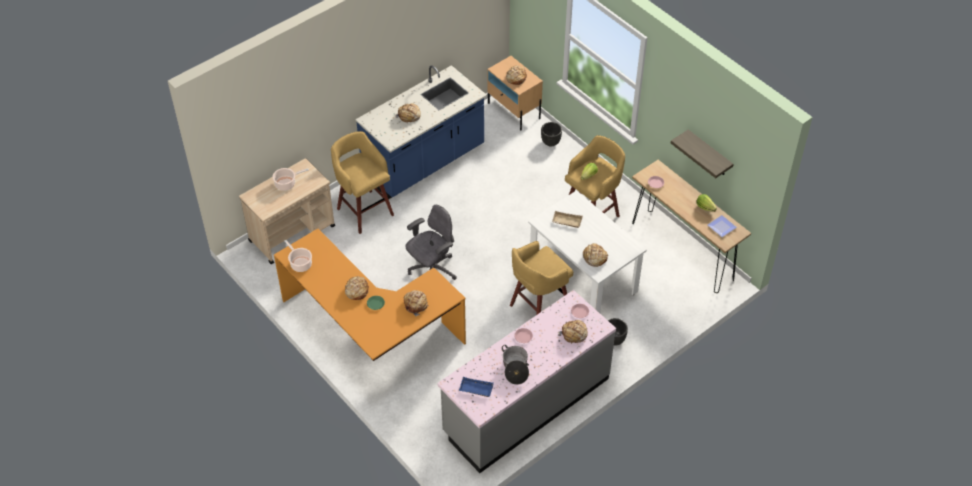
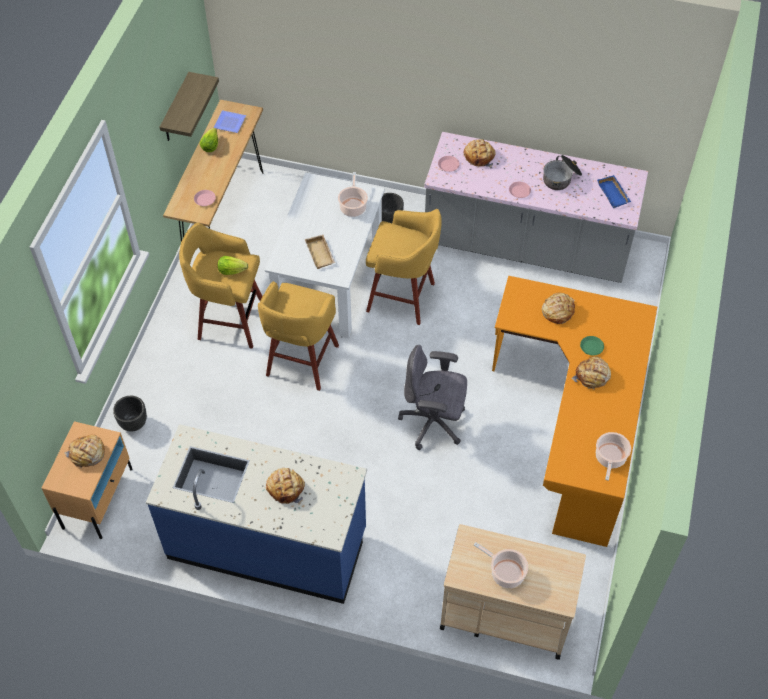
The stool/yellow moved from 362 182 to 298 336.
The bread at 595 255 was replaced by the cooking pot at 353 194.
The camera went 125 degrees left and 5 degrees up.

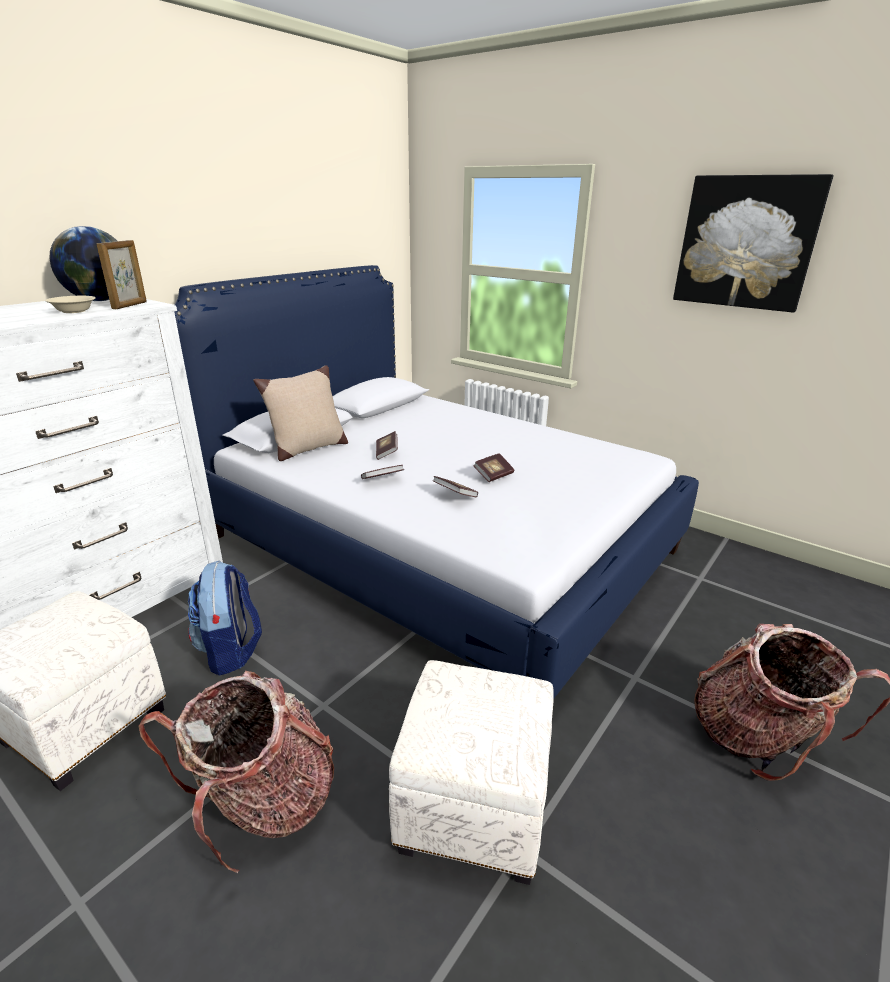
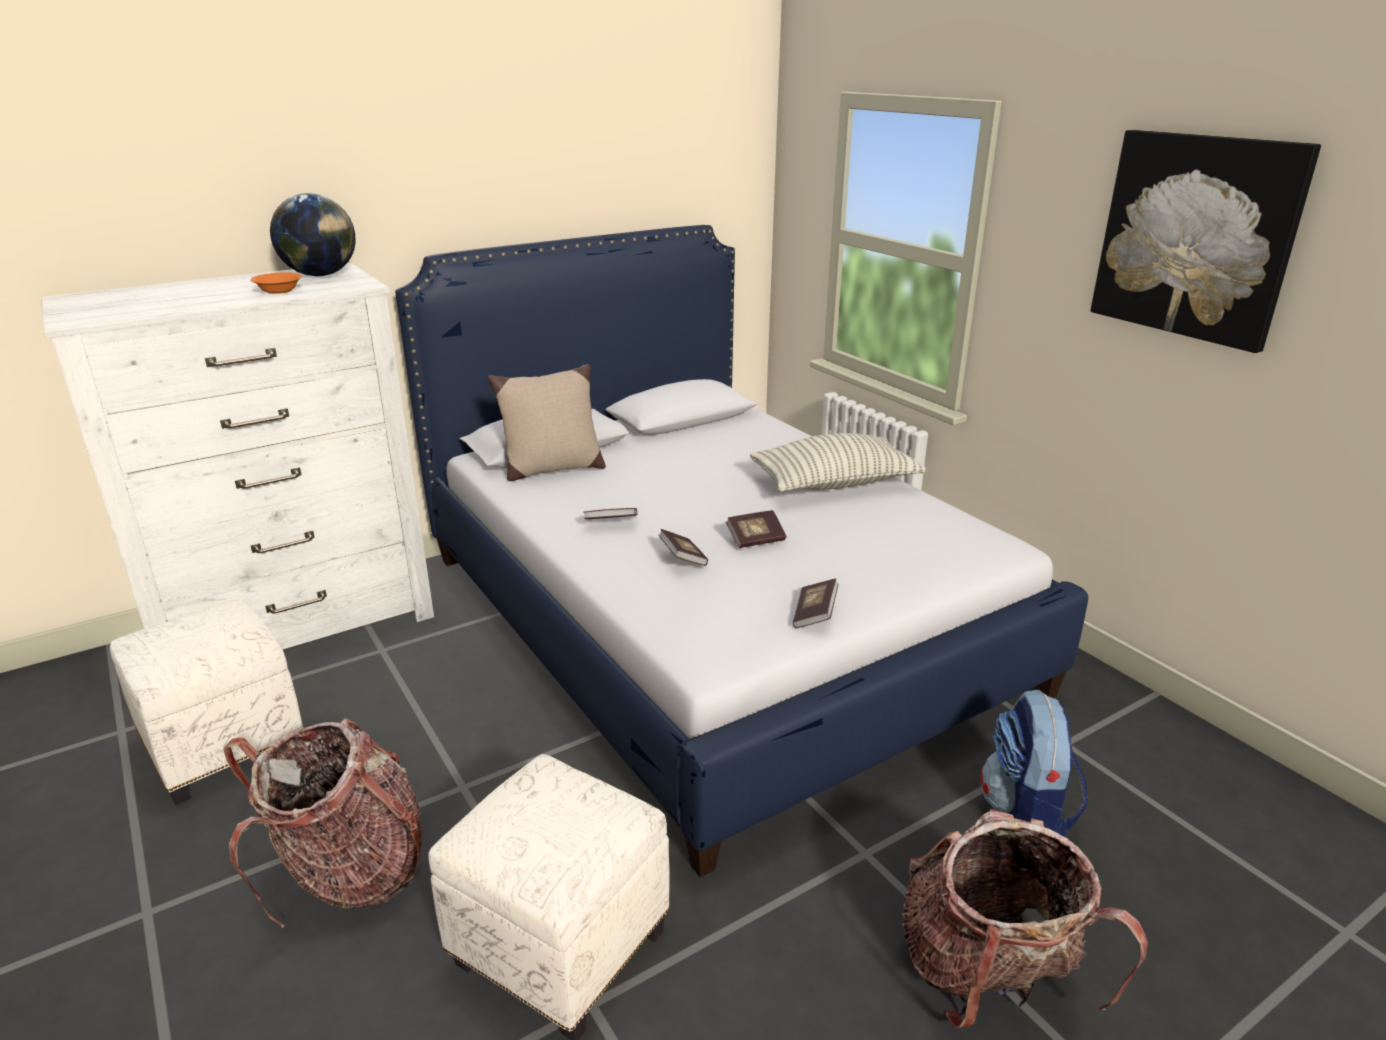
The bowl/beige at 70 304 became the bowl/orange at 276 283.
The picture frame at 122 274 disappeared.
The backpack moved from 225 618 to 1034 762.
The book moved from 387 445 to 816 603.
The pillow at 837 462 appeared.
The camera went 20 degrees right and 0 degrees up.

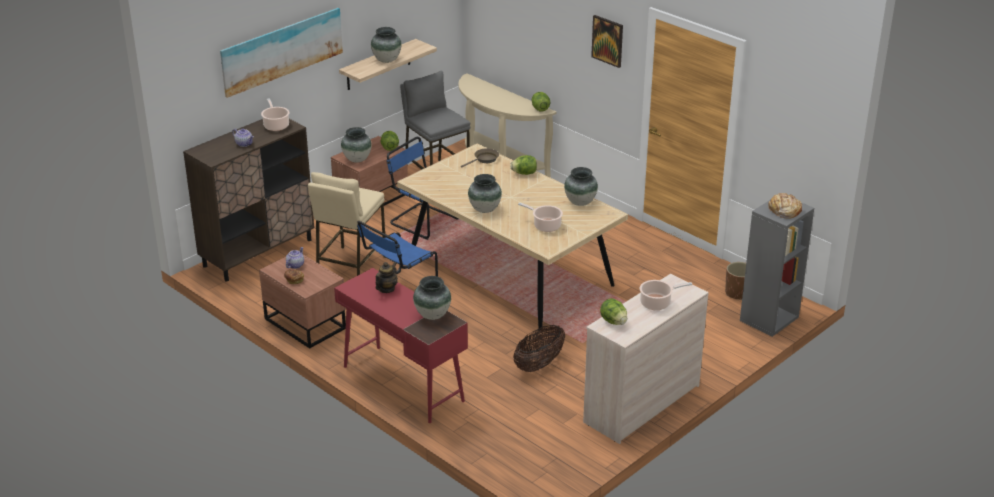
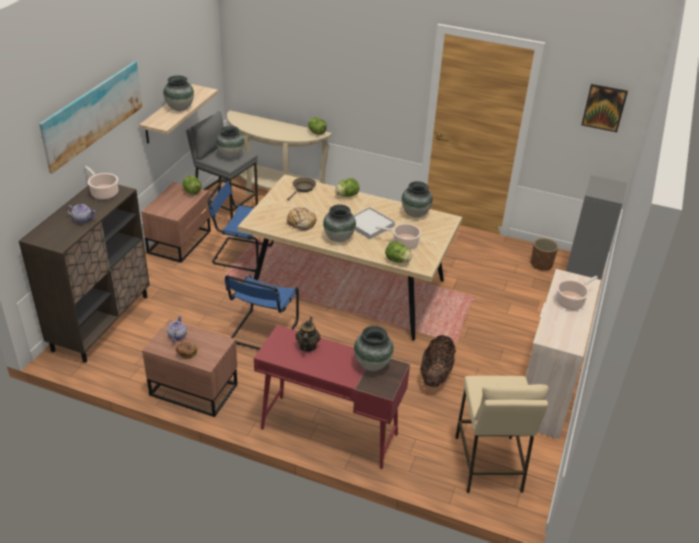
The stool/beige moved from 347 224 to 502 434.
The vase moved from 356 145 to 230 142.
The picture moved from 607 41 to 604 108.
The lettuce moved from 613 311 to 398 252.
The bread moved from 785 206 to 301 219.
The tray/white at 374 223 appeared.
The camera went 25 degrees left and 5 degrees up.

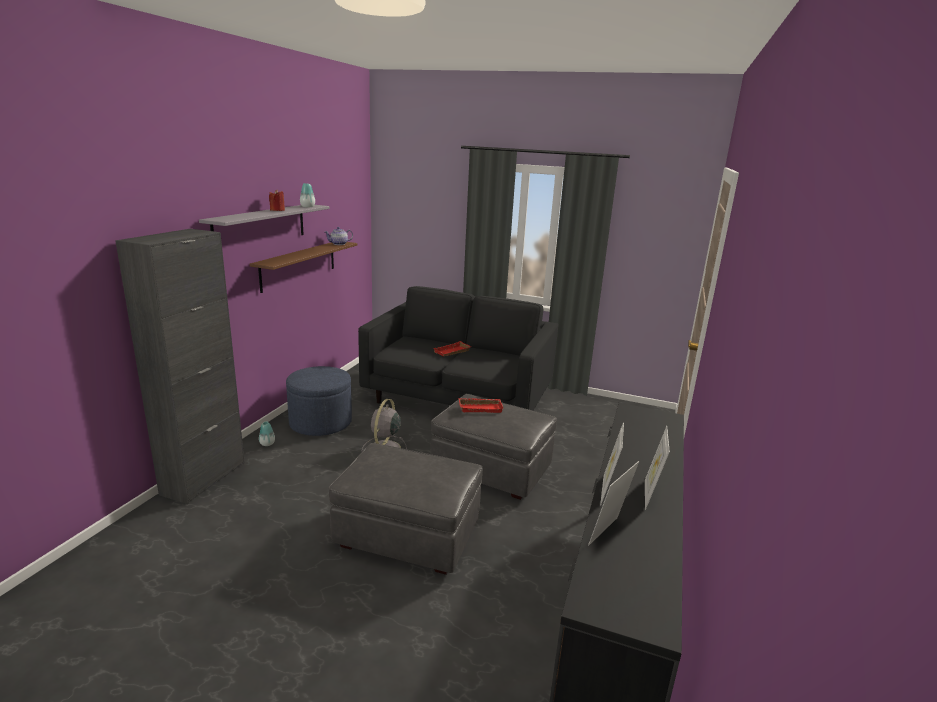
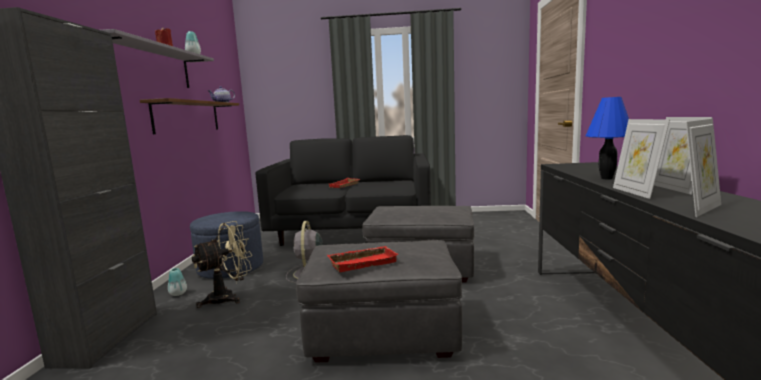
The tray/red moved from 480 405 to 363 259.
The picture frame at 613 503 turned 150 degrees counterclockwise.
The fan/beige at 222 264 appeared.
The table lamp/blue at 607 138 appeared.
The camera went 15 degrees left and 10 degrees down.

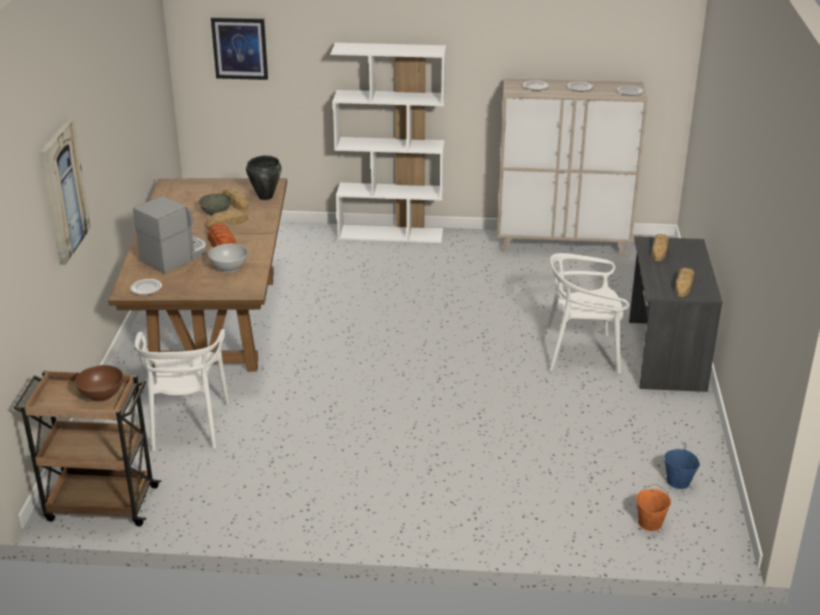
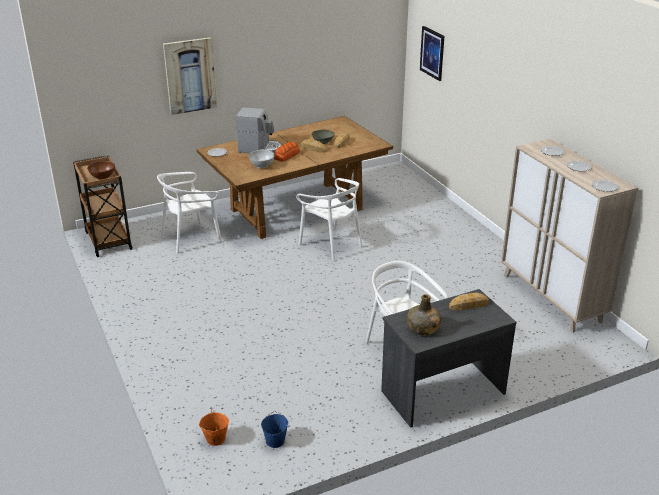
The cooking pot/black at 264 177 disappeared.
The bookcase/white at 388 143 disappeared.
The bread at 684 282 was replaced by the bottle/green at 424 315.
The chair/white at 329 219 appeared.
The camera went 60 degrees right and 0 degrees up.

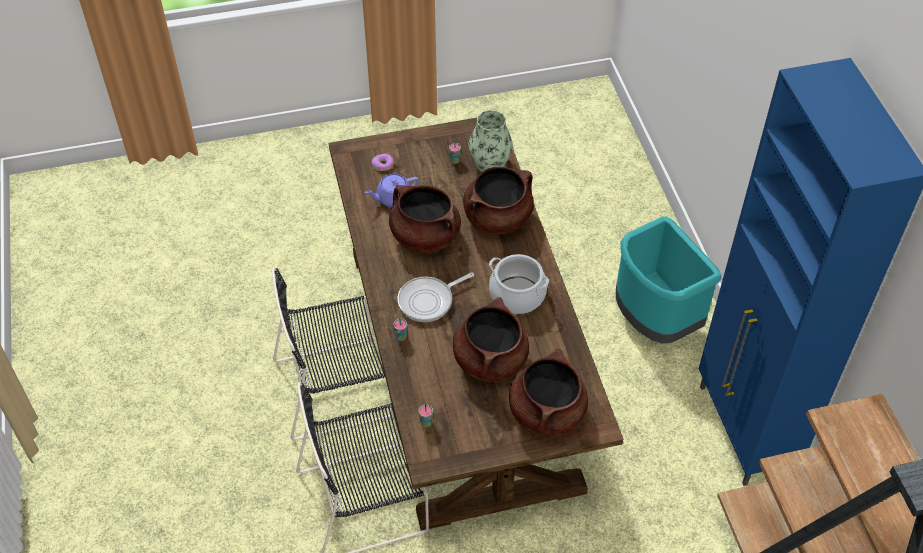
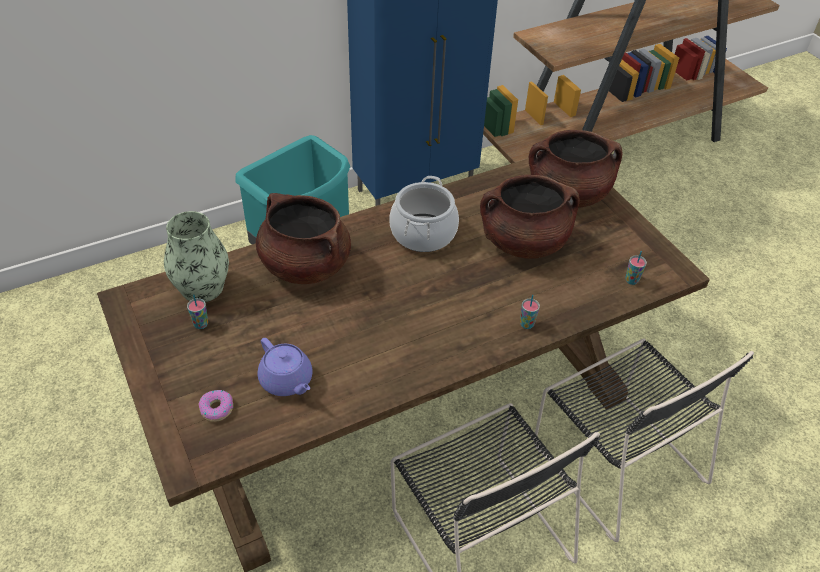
The cooking pot/brown at 425 219 disappeared.
The frying pan at 436 297 disappeared.
The camera went 105 degrees left and 5 degrees down.

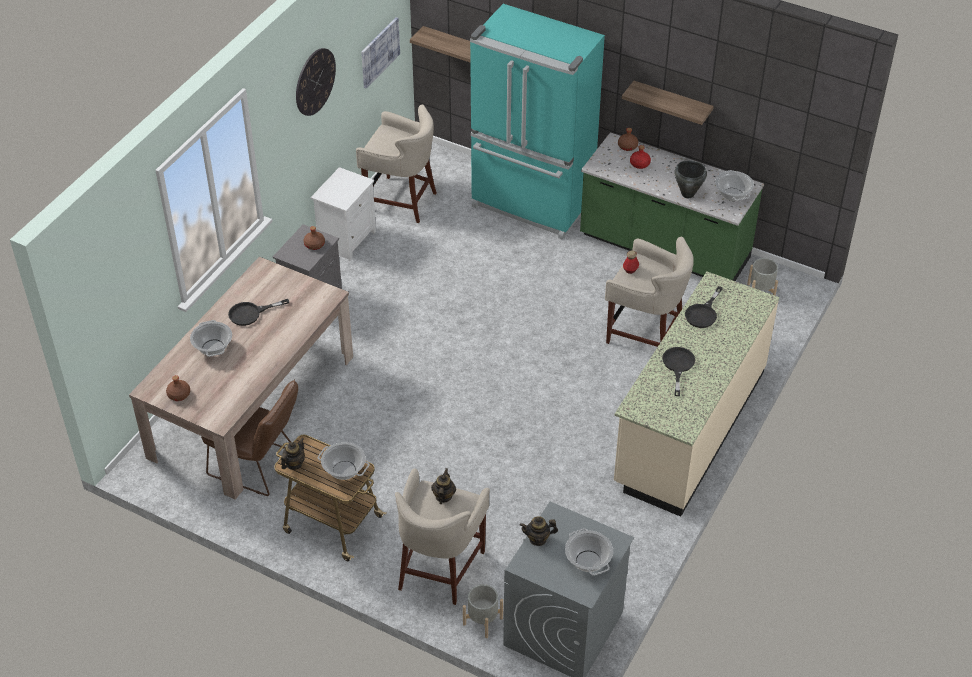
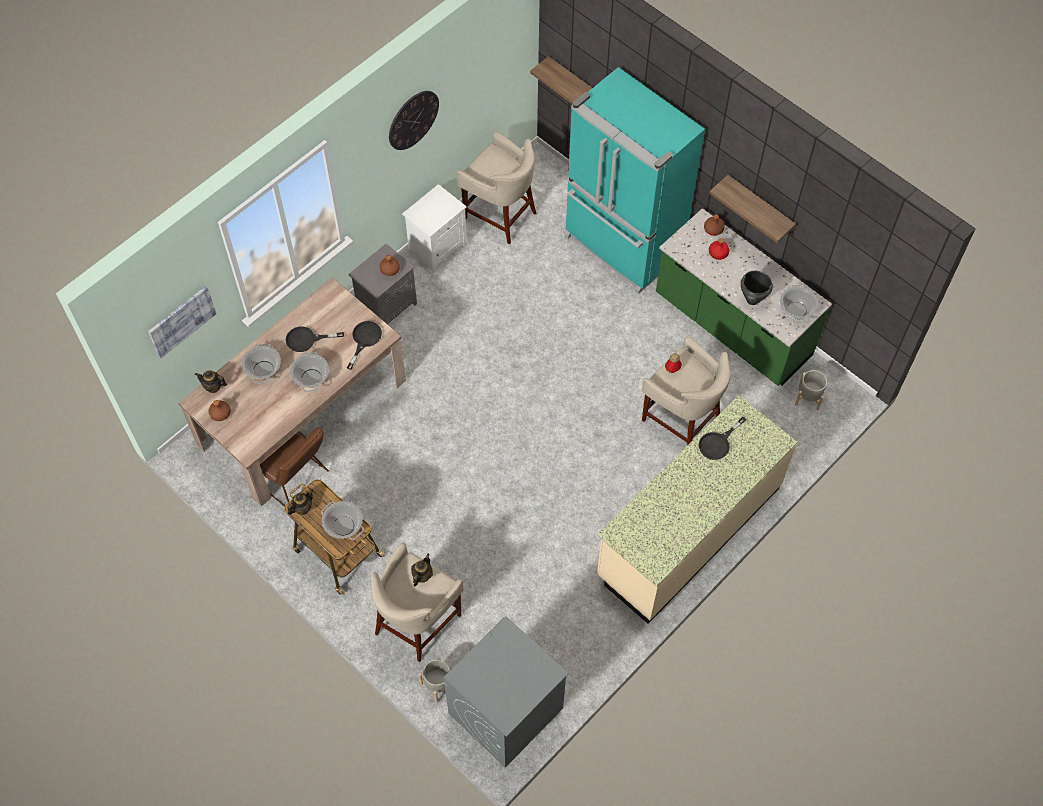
The picture moved from 380 53 to 182 322.
The teapot moved from 539 531 to 211 381.
The cooking pot moved from 589 551 to 309 372.
The frying pan/black moved from 678 371 to 364 345.
The camera went 15 degrees right and 15 degrees up.

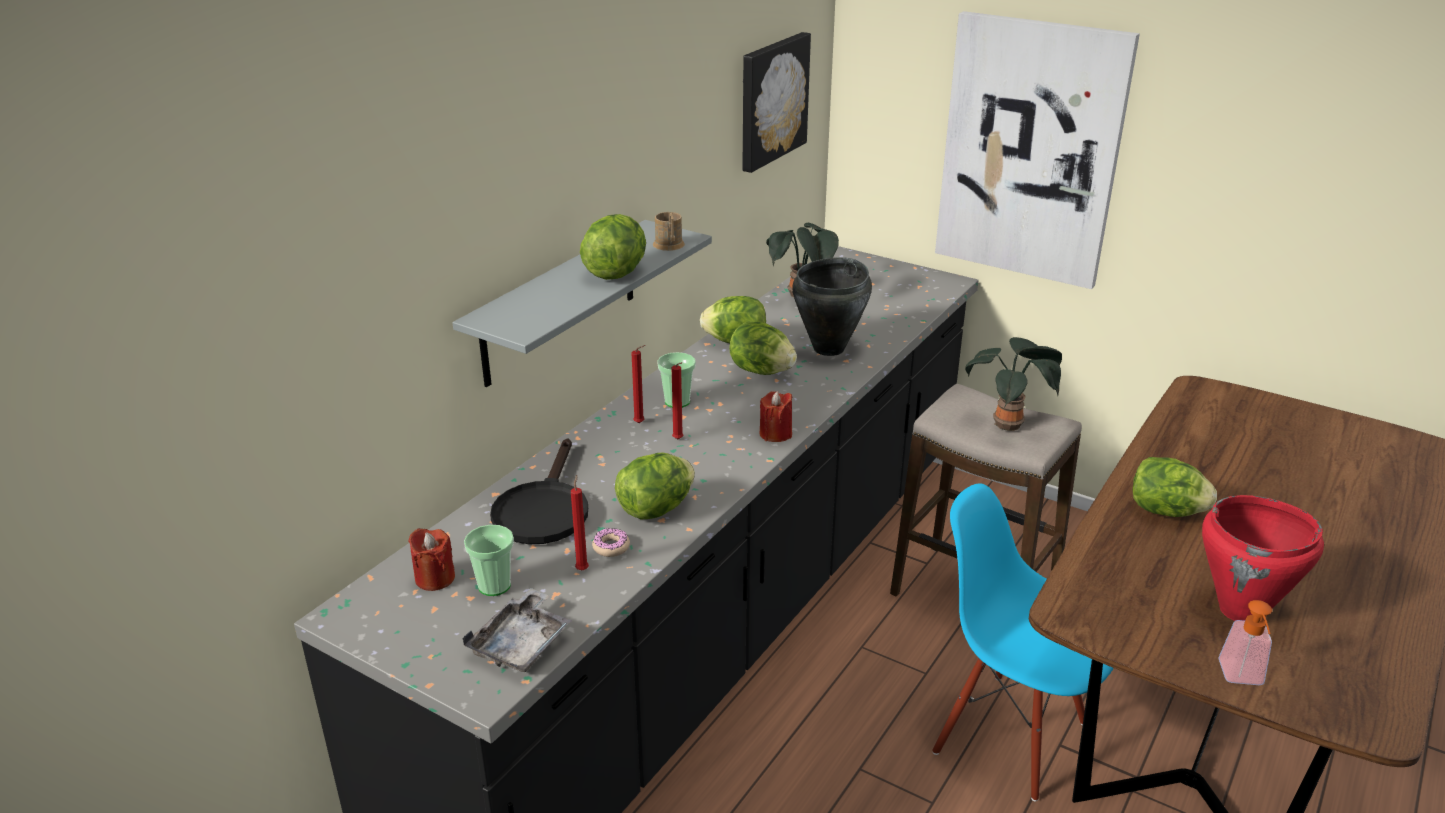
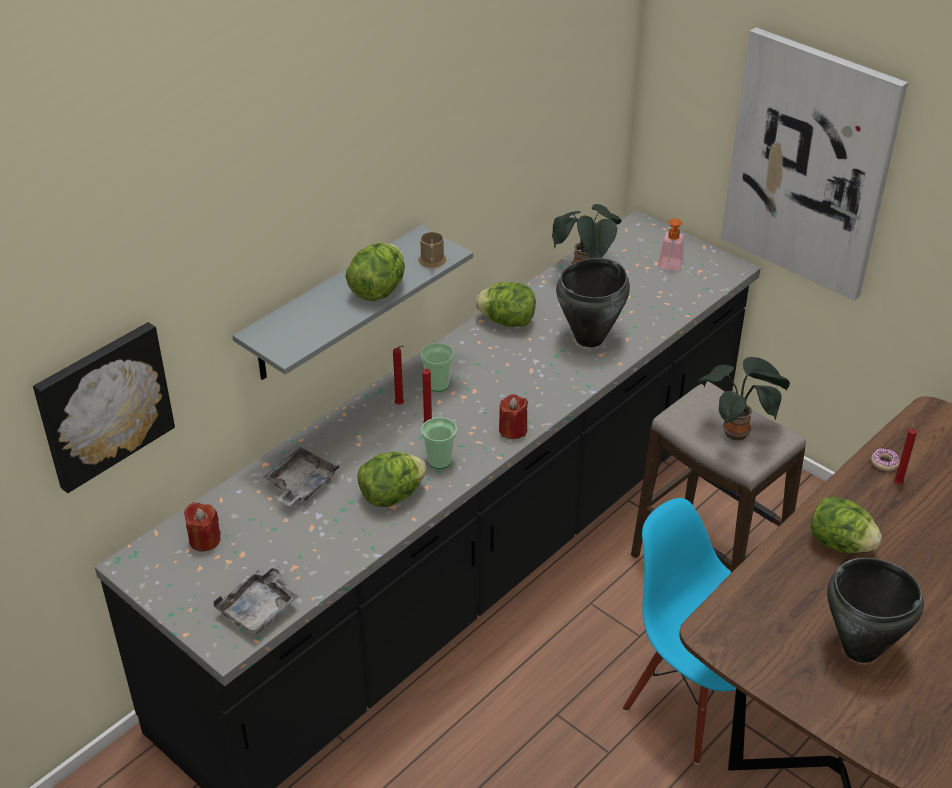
The cup moved from 489 560 to 439 443.
The frying pan/black at 539 491 was replaced by the tray/grey at 301 476.
The candle/red moved from 580 523 to 905 452.
The donut moved from 611 542 to 885 459.
The lettuce at 763 348 disappeared.
The picture moved from 776 102 to 104 407.
The cooking pot/red at 1263 558 became the cooking pot/black at 875 610.
The soap dispenser moved from 1245 642 to 671 245.
The camera went 10 degrees right and 10 degrees up.

